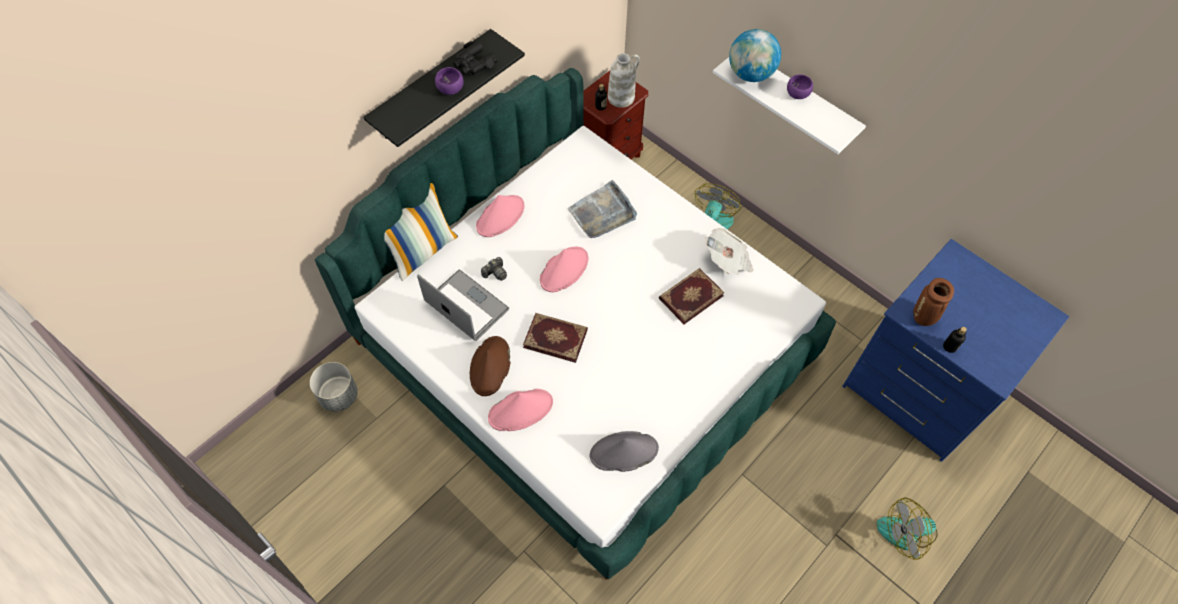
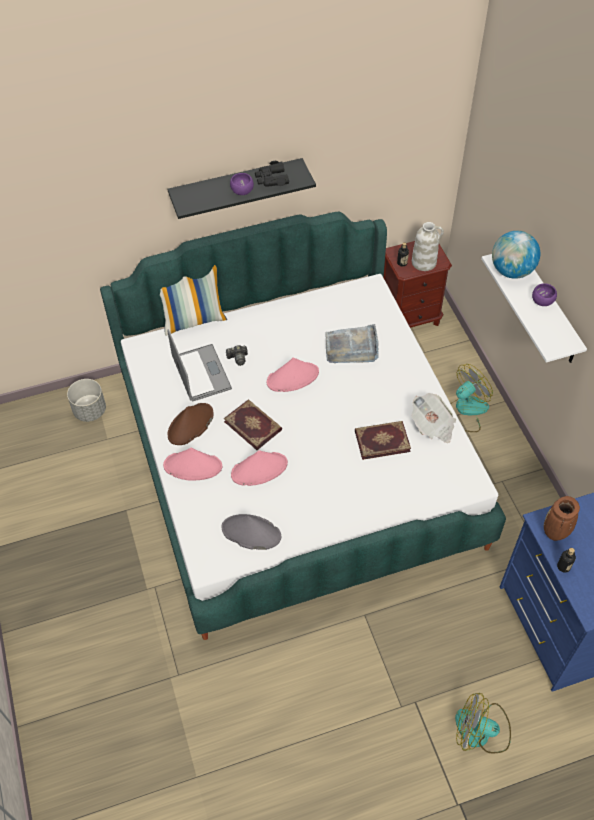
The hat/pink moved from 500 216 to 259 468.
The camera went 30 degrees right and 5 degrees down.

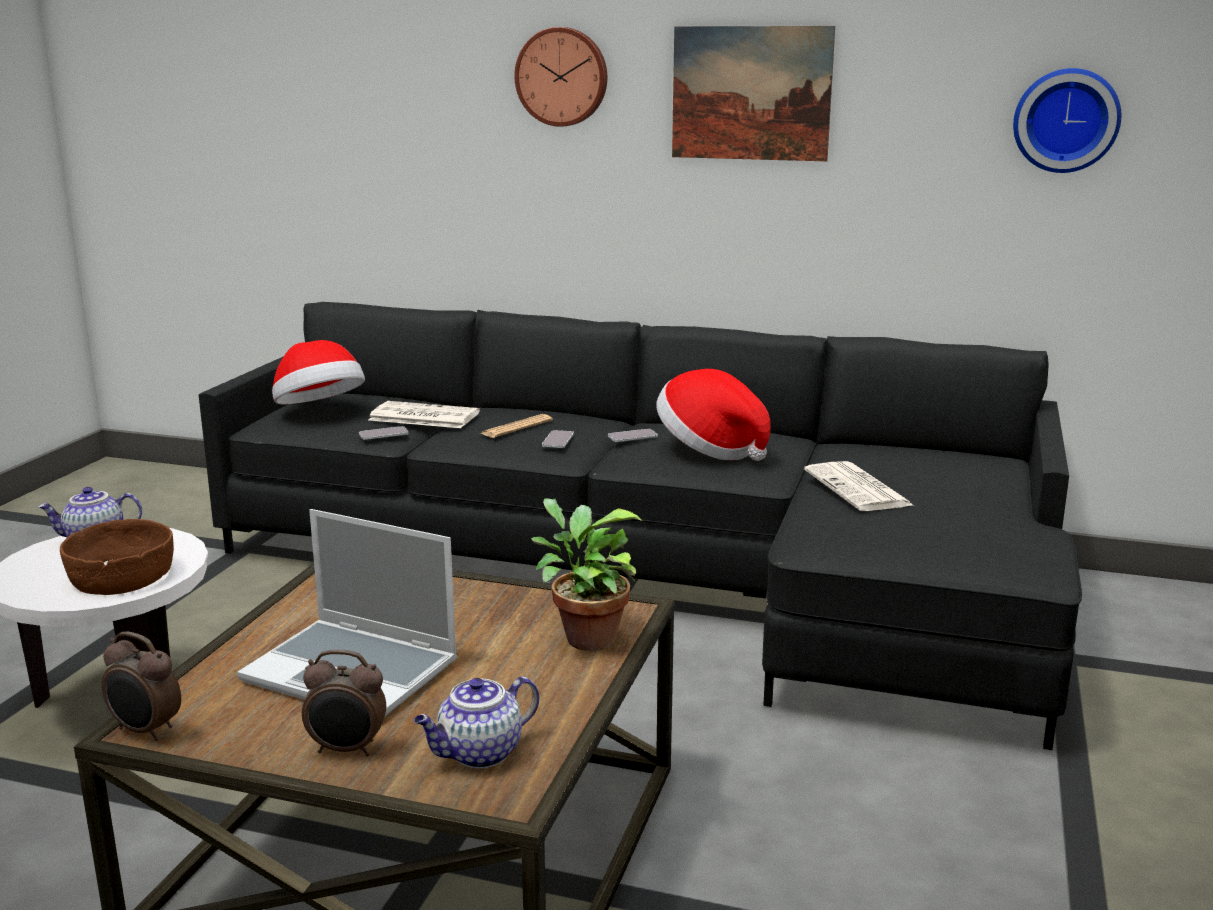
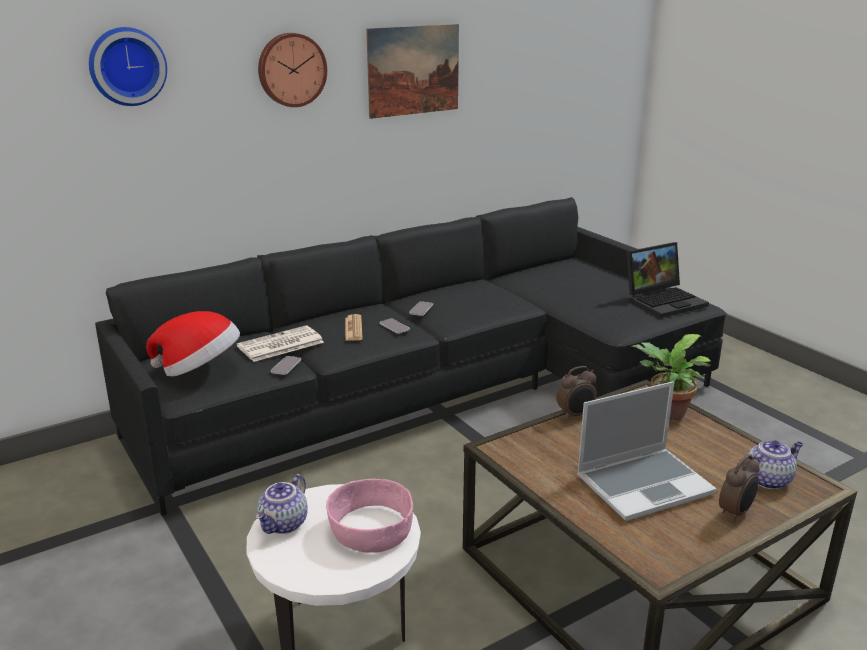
The bowl/brown at 117 557 became the bowl/pink at 369 516.
The alarm clock moved from 141 686 to 576 393.
The teapot at 476 722 turned 120 degrees counterclockwise.
The hat at 713 415 disappeared.
The newspaper at 858 486 disappeared.
The wall clock moved from 1067 120 to 128 66.
The laptop at 667 280 appeared.
The camera went 50 degrees left and 5 degrees up.

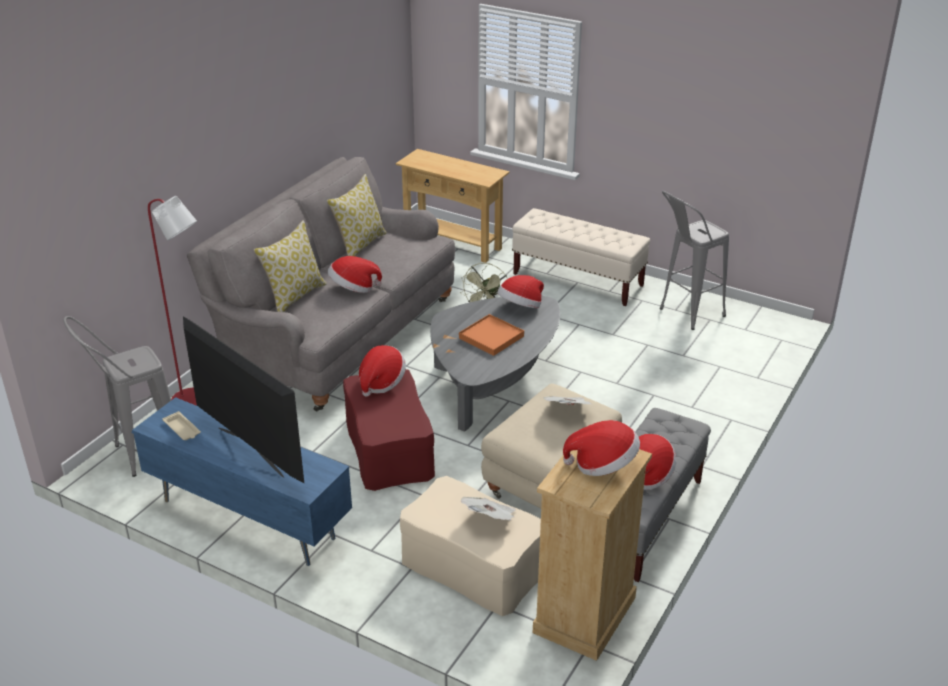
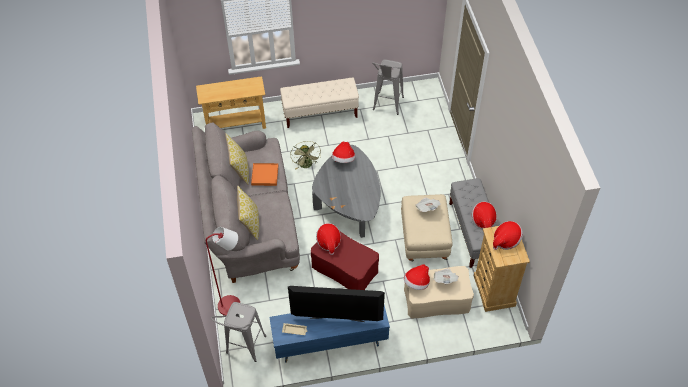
The hat moved from 355 274 to 417 277.
The tray/orange moved from 491 335 to 264 174.
The camera went 40 degrees left and 20 degrees up.

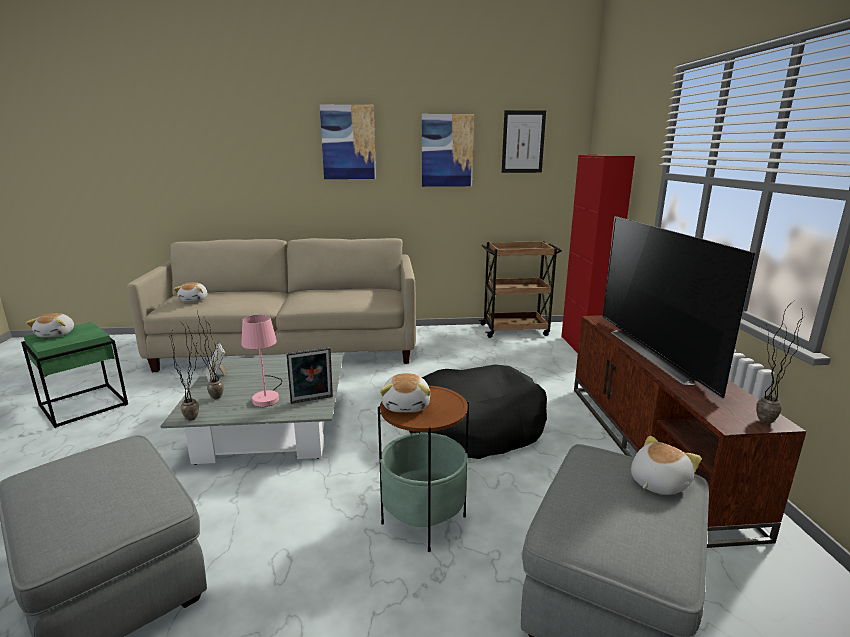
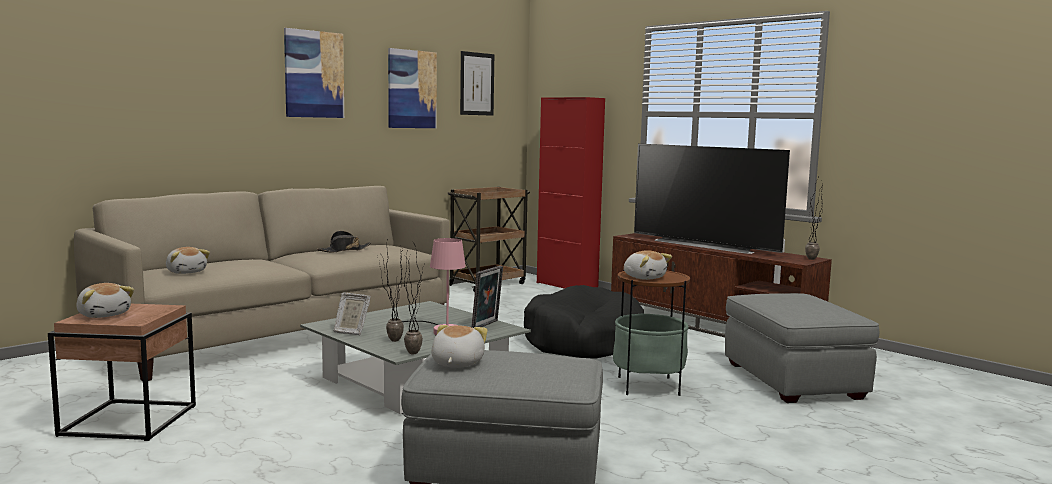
The side table/green at 74 375 became the side table/brown at 122 372.
The plush toy moved from 666 465 to 459 346.
The hat/black at 343 241 appeared.
The camera went 40 degrees left and 10 degrees down.

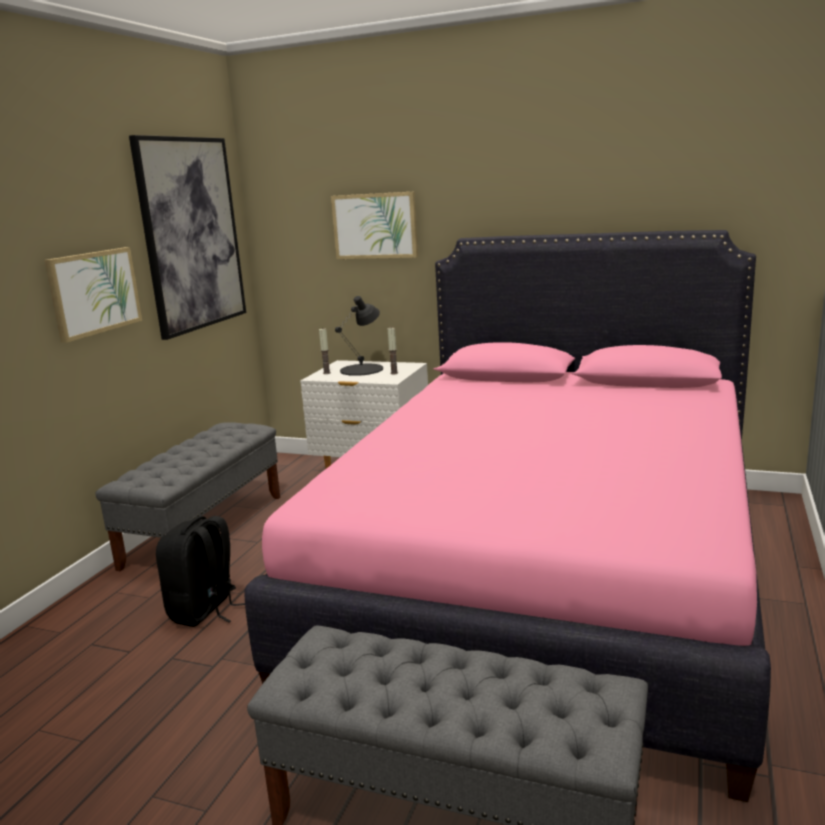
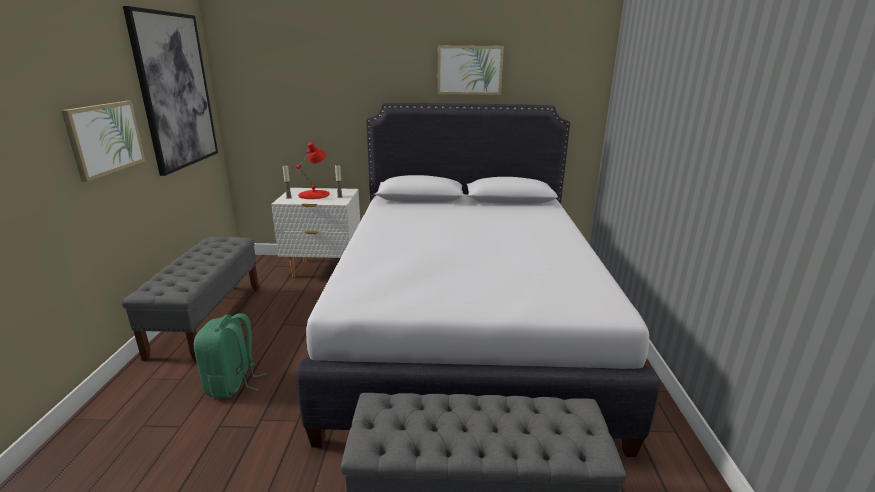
The backpack/black at 200 571 became the backpack/green at 230 355.
The bed/pink at 507 516 became the bed/white at 478 280.
The picture moved from 374 225 to 470 70.
The table lamp/black at 359 336 became the table lamp/red at 313 170.
The camera went 20 degrees left and 5 degrees up.

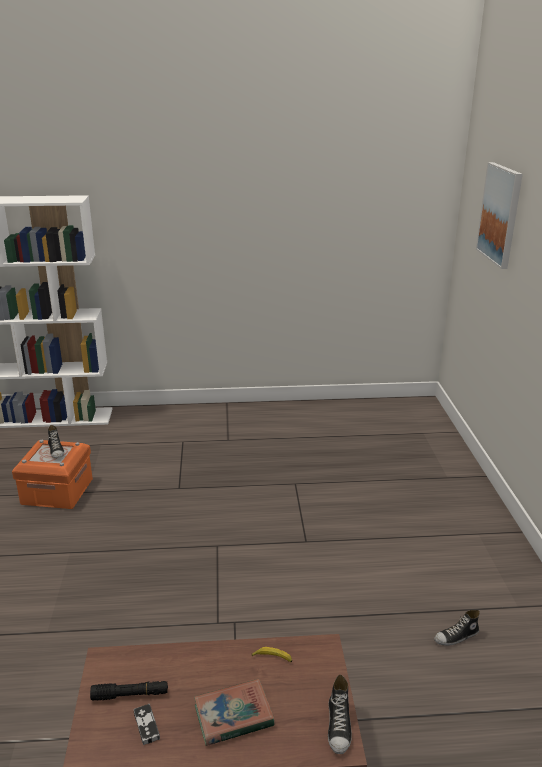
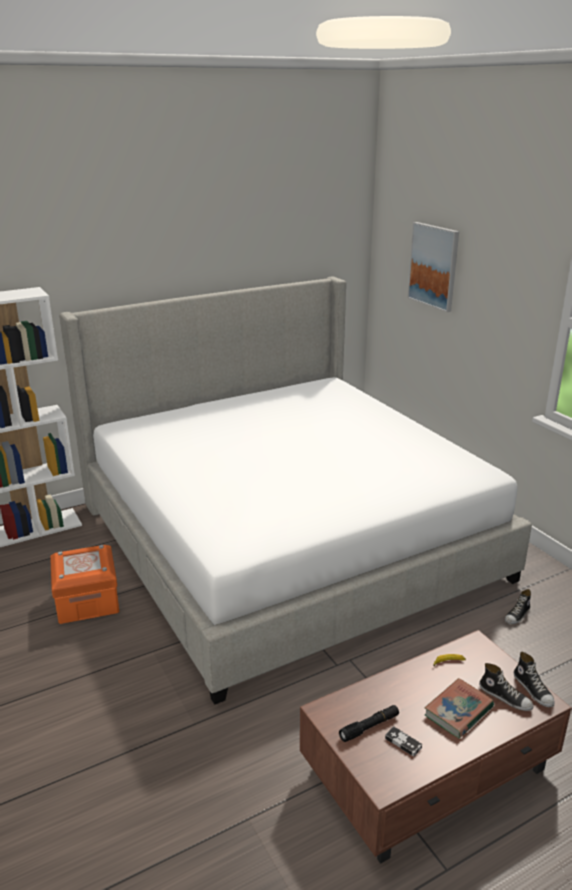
The shoe moved from 56 441 to 506 687.
The bed at 295 491 appeared.
The camera went 25 degrees left and 0 degrees up.

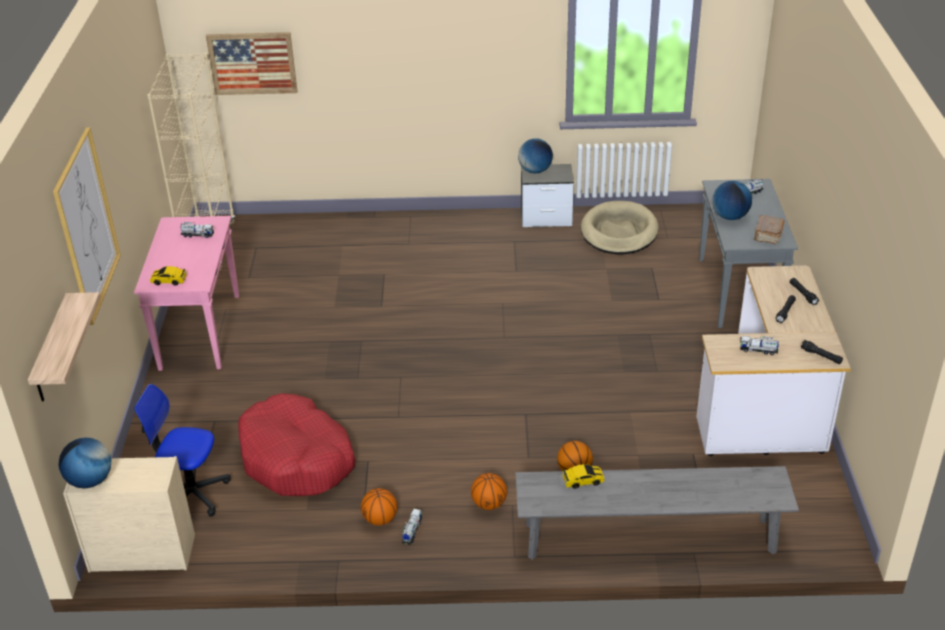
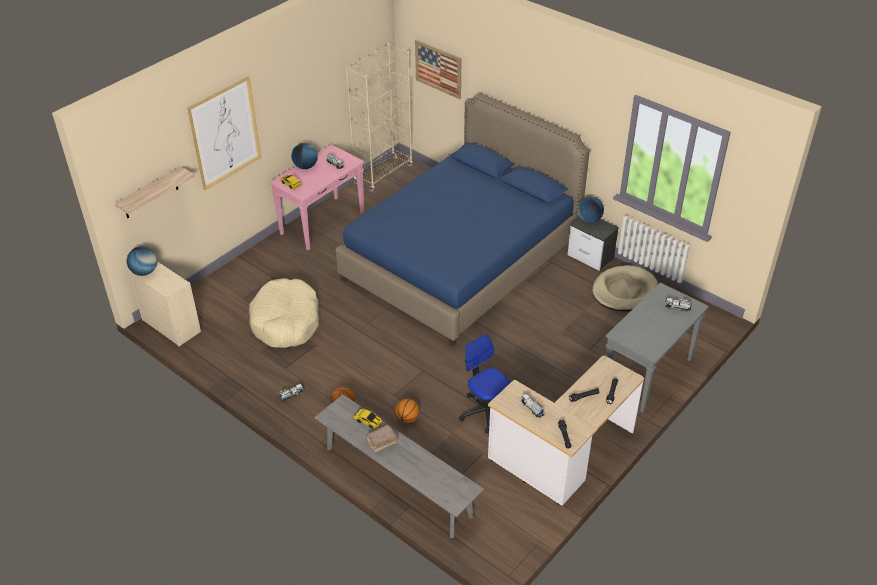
The office chair moved from 182 450 to 485 383.
The dog bed/red at 297 444 became the dog bed/beige at 284 313.
The basketball at 379 507 disappeared.
The globe moved from 732 200 to 304 156.
The book/brown moved from 769 229 to 382 438.
The bed/blue at 462 219 appeared.
The camera went 40 degrees right and 5 degrees up.

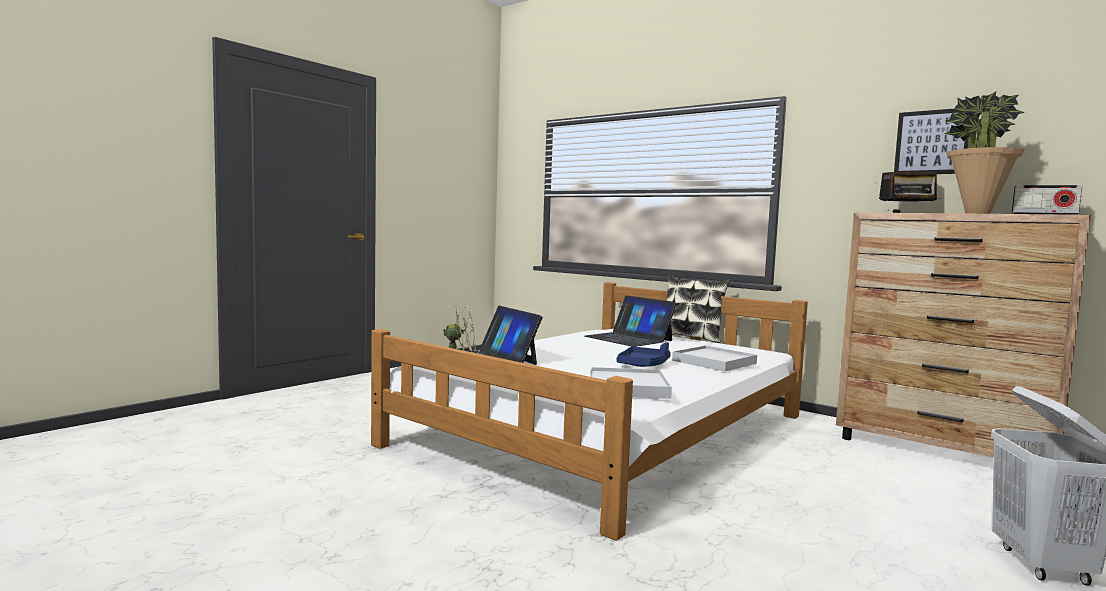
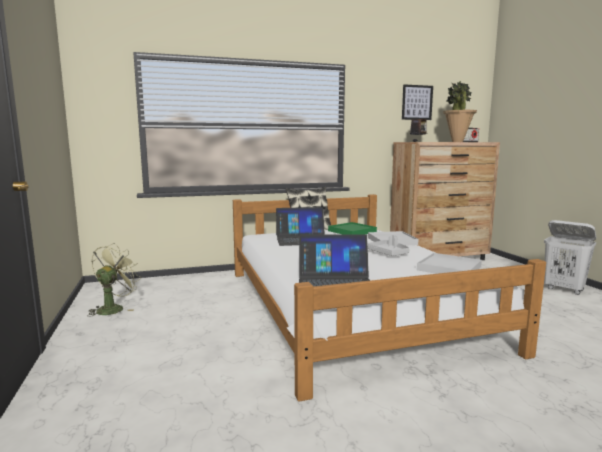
The tray/blue at 644 354 became the tray/grey at 388 245.
The tray/green at 352 228 appeared.
The camera went 55 degrees left and 5 degrees up.

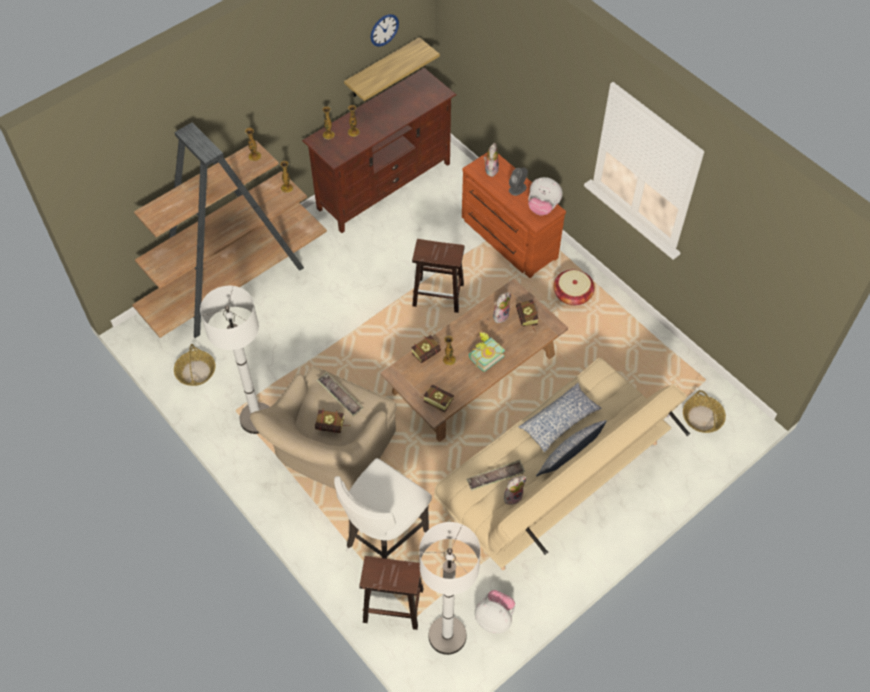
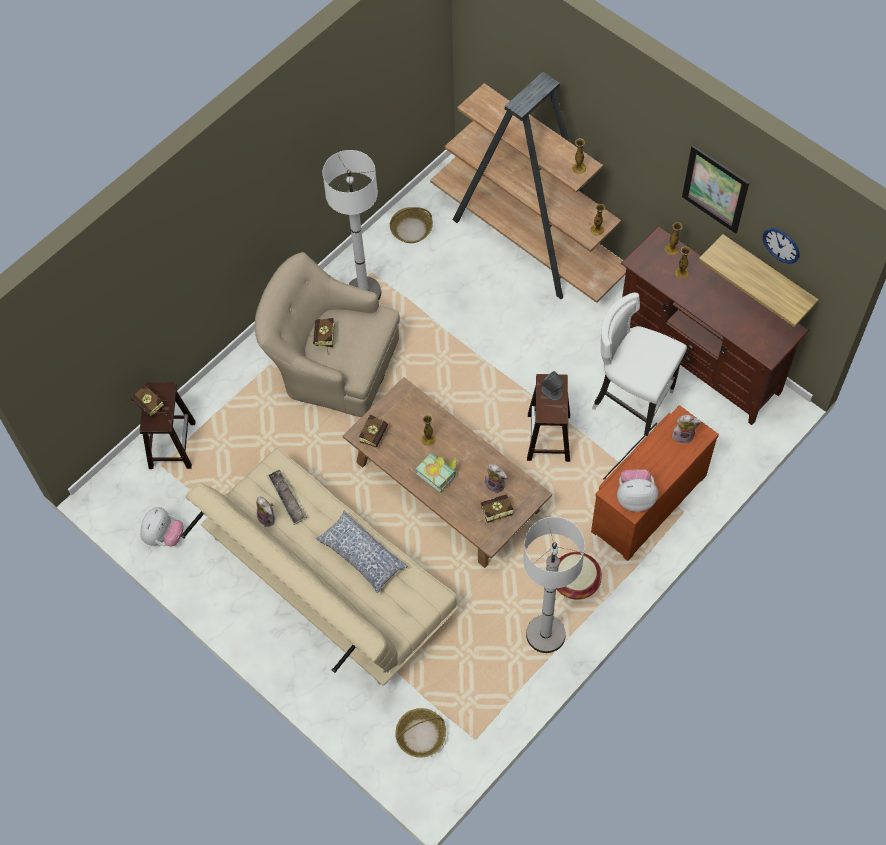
The tray at 339 394 disappeared.
The stool/white moved from 383 508 to 639 366.
The book moved from 426 349 to 148 400.
The floor lamp/white moved from 450 588 to 554 585.
The speaker/grey moved from 518 182 to 552 386.
The plush toy at 545 196 turned 75 degrees clockwise.
The pillow at 571 448 disappeared.
The picture at 715 189 appeared.
The camera went 85 degrees right and 5 degrees up.

